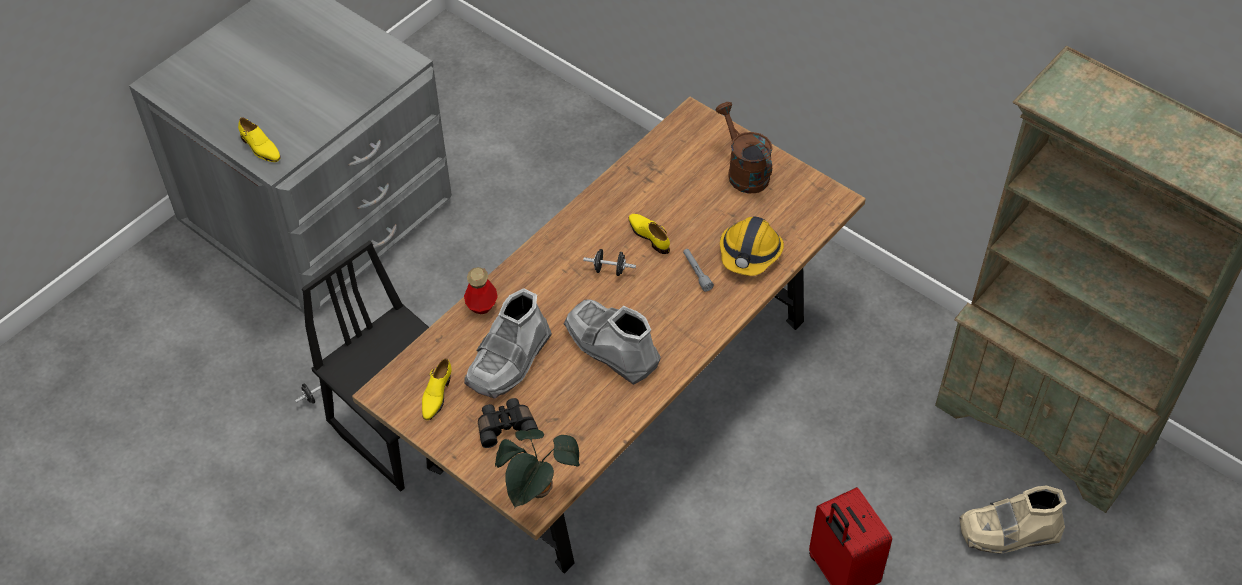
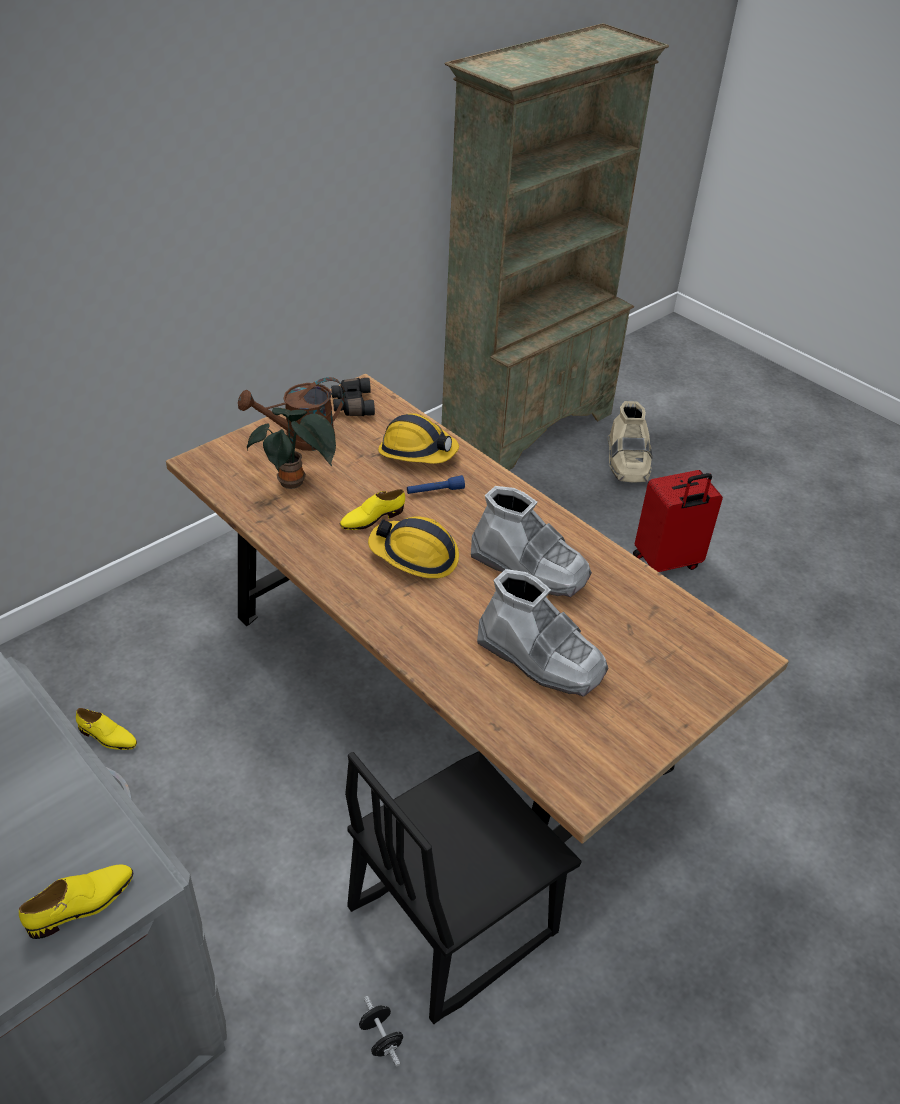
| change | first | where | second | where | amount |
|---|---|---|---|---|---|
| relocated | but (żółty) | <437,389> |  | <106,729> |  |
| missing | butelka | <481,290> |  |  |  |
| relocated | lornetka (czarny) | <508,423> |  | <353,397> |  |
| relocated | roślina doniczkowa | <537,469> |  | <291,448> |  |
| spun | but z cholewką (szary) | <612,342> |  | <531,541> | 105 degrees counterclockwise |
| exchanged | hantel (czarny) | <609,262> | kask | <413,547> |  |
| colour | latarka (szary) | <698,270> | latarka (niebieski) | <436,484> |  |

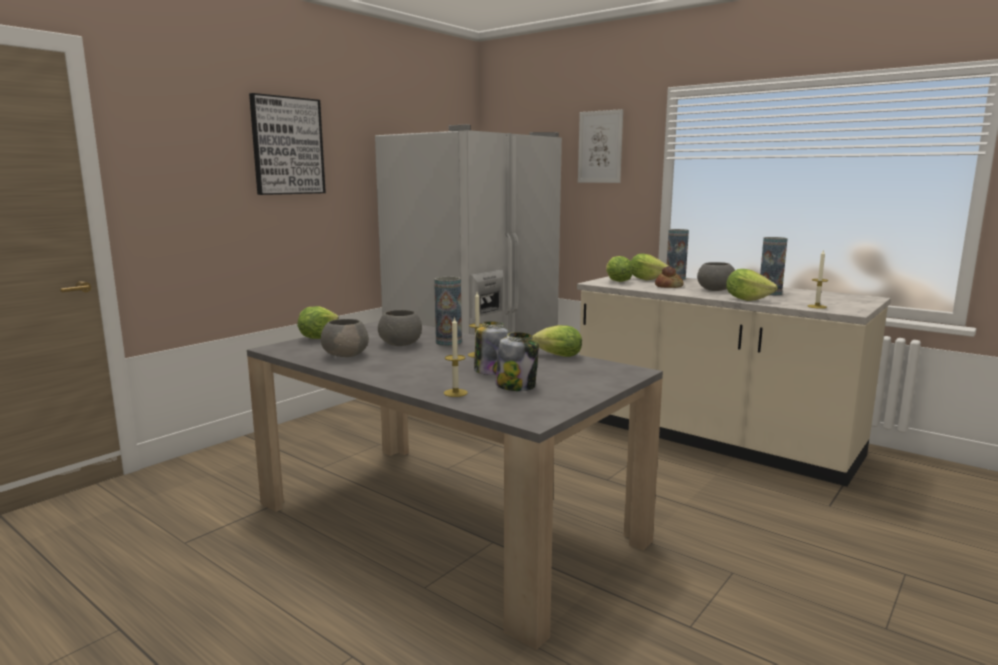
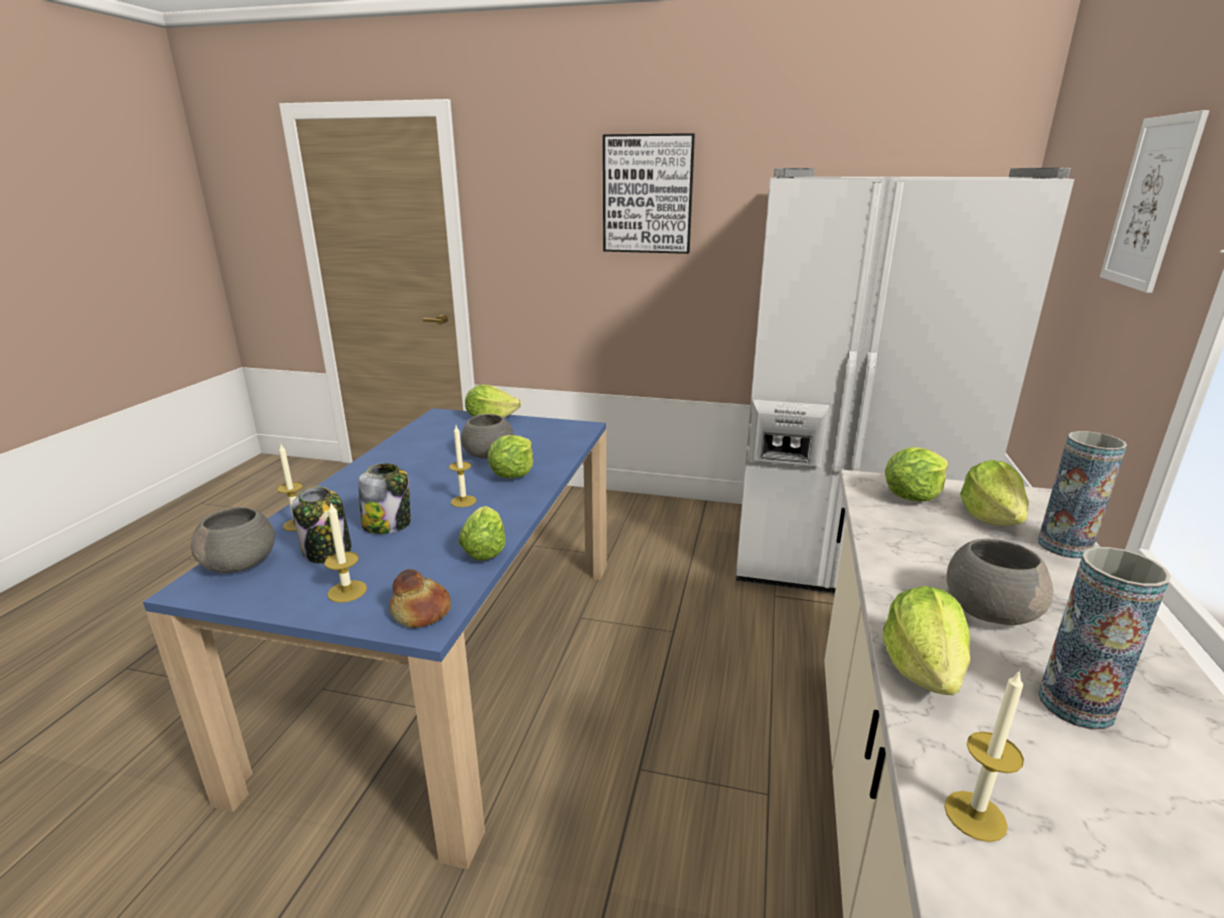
| change | first | where | second | where | amount |
|---|---|---|---|---|---|
| colour | stół jadalny (szary) | <455,485> | stół jadalny (niebieski) | <375,639> |  |
| relocated | miska (szary) | <345,338> |  | <233,540> |  |
| exchanged | wazon | <448,311> | sałata | <510,456> |  |
| relocated | chleb | <669,277> |  | <420,598> |  |
| appeared |  |  | świeca | <345,553> |  |

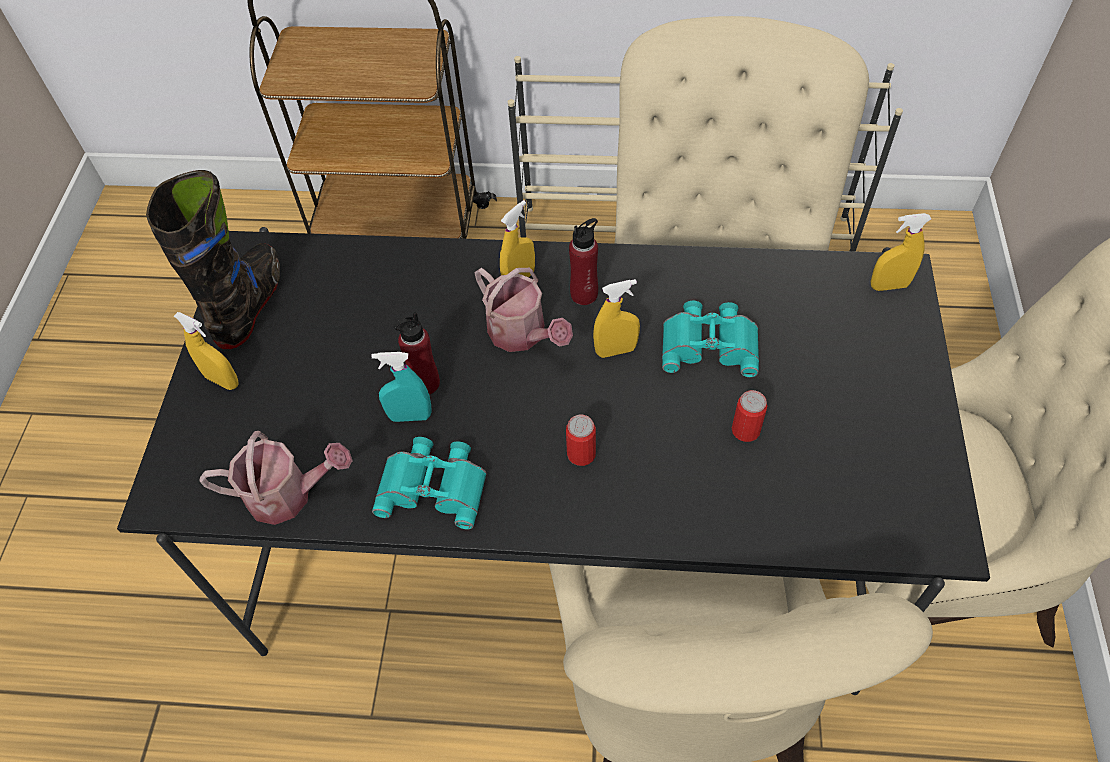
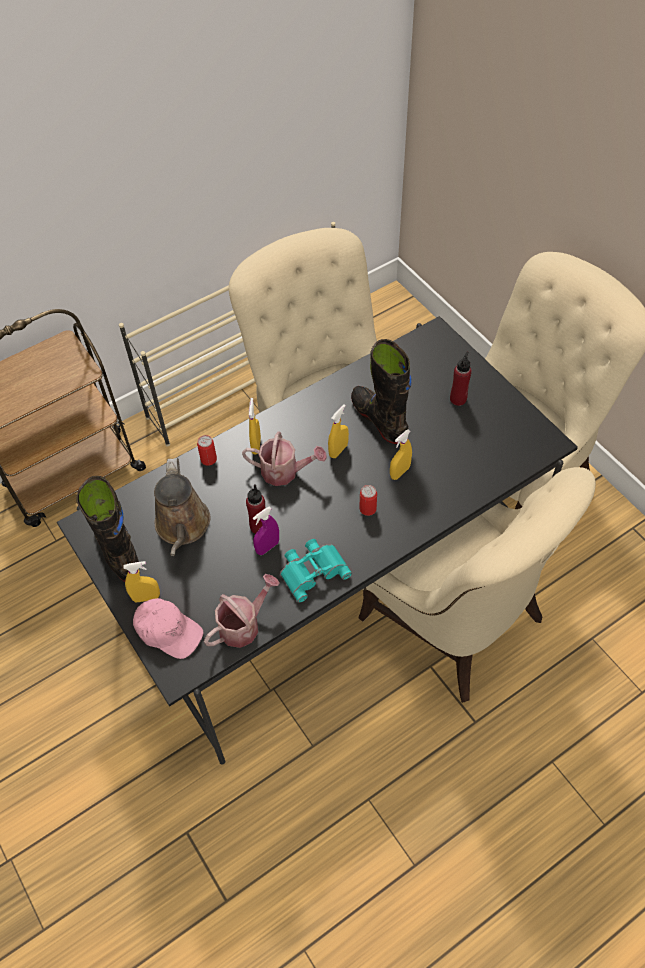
| change | first | where | second | where | amount |
|---|---|---|---|---|---|
| colour | spryskiwacz (turkusowy) | <401,387> | spryskiwacz (fioletowy) | <266,531> |  |
| relocated | butelka (czerwony) | <583,261> |  | <461,379> |  |
| exchanged | lornetka (turkusowy) | <710,339> | but z cholewką (czarny) | <381,391> |  |
| relocated | puszka | <749,416> |  | <207,450> |  |
| relocated | spryskiwacz (żółty) | <901,252> |  | <401,455> |  |
| appeared |  |  | czapka z daszkiem (różowy) | <168,628> |  |
| appeared |  |  | konewka (brązowy) | <182,507> |  |

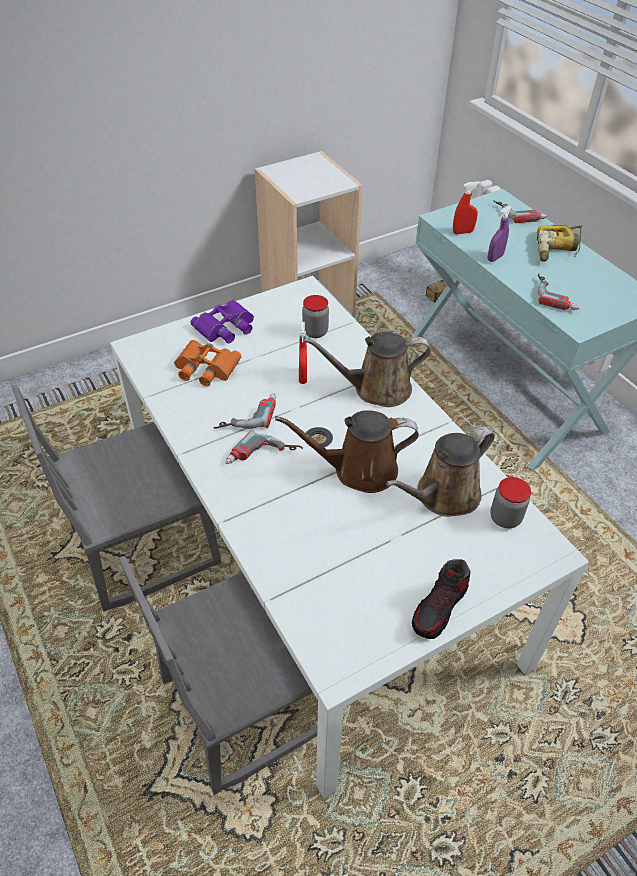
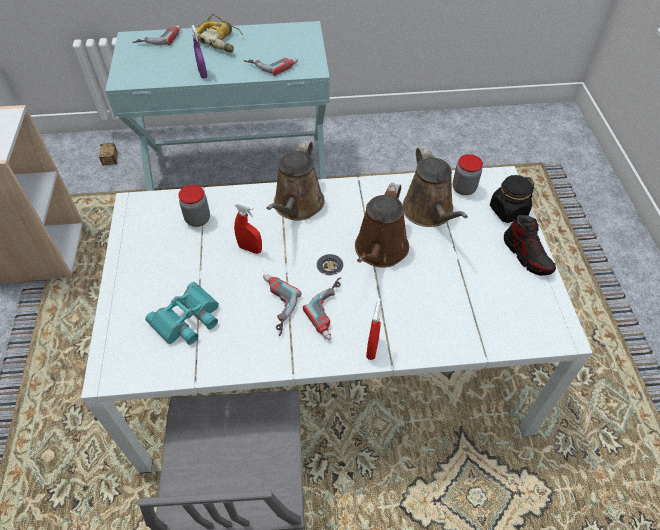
| change | first | where | second | where | amount |
|---|---|---|---|---|---|
| missing | krzesło (szary) | <218,675> |  |  |  |
| colour | lornetka (pomarańczowy) | <208,363> | lornetka (turkusowy) | <182,313> |  |
| missing | lornetka (fioletowy) | <222,321> |  |  |  |
| relocated | spryskiwacz (czerwony) | <467,207> |  | <373,329> |  |
| appeared |  |  | słoik (czarny) | <512,199> |  |

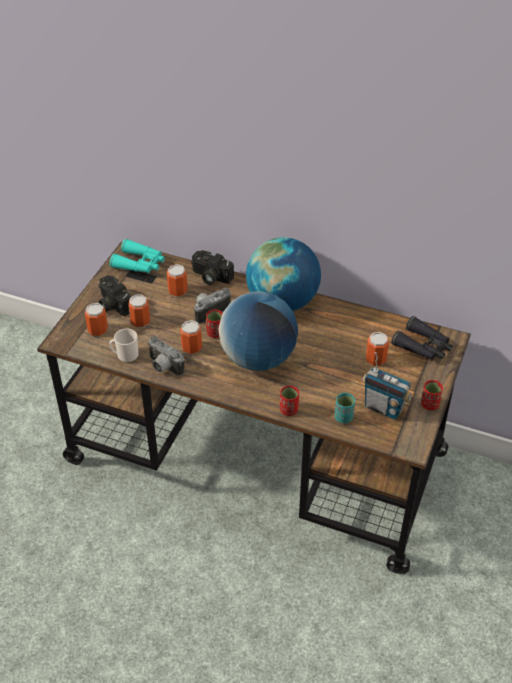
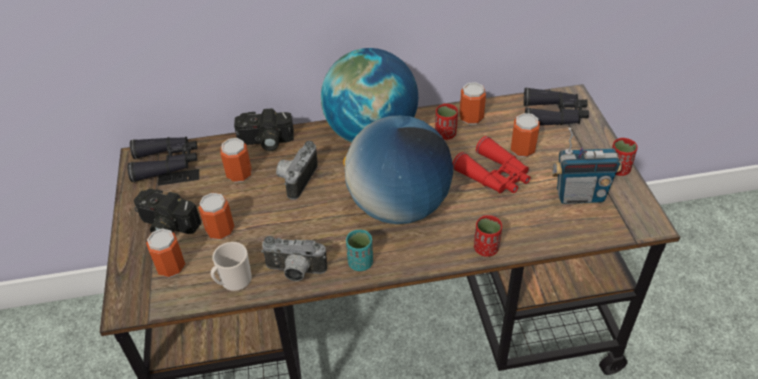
| change | first | where | second | where | amount |
|---|---|---|---|---|---|
| colour | lornetka (turkusowy) | <137,256> | lornetka (czarny) | <162,159> |  |
| relocated | puszka | <191,337> |  | <472,103> |  |
| relocated | filiżanka (czerwony) | <214,323> |  | <446,122> |  |
| relocated | filiżanka (turkusowy) | <345,408> |  | <359,250> |  |
| appeared |  |  | lornetka (czerwony) | <492,164> |  |

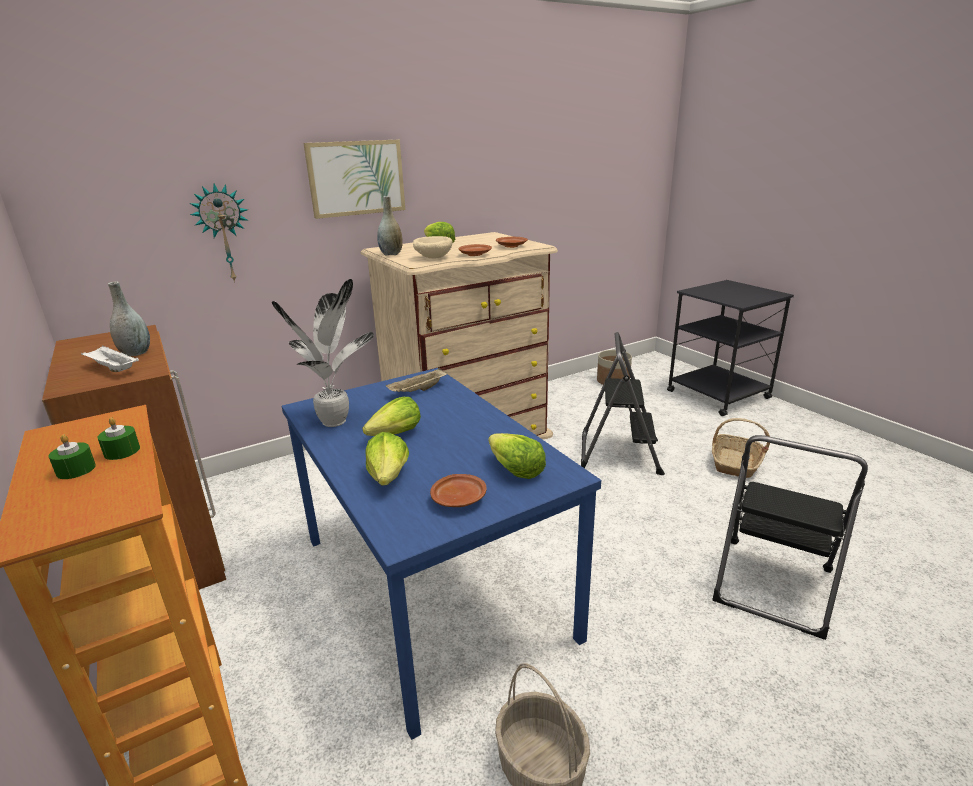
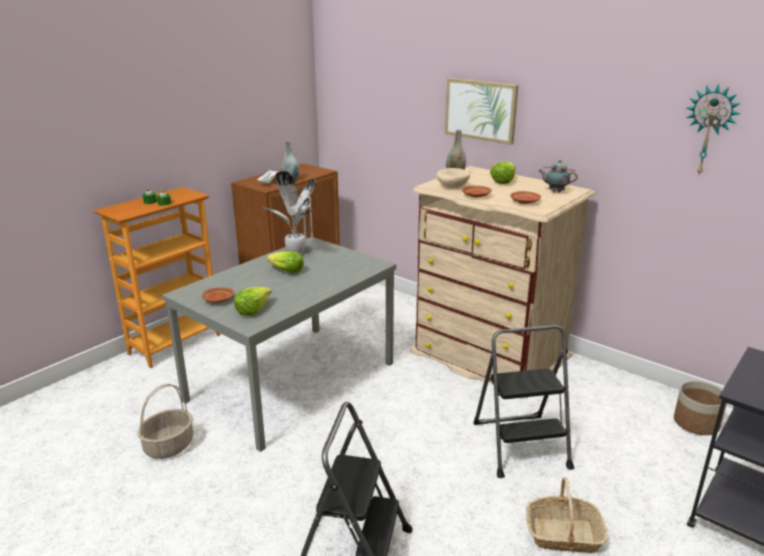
| change | first | where | second | where | amount |
|---|---|---|---|---|---|
| relocated | zegar ścienny | <218,233> |  | <713,129> |  |
| colour | stół jadalny (niebieski) | <441,554> | stół jadalny (szary) | <279,344> |  |
| missing | sałata | <387,458> |  |  |  |
| missing | taca (beżowy) | <416,380> |  |  |  |
| appeared |  |  | imbryk | <558,176> |  |

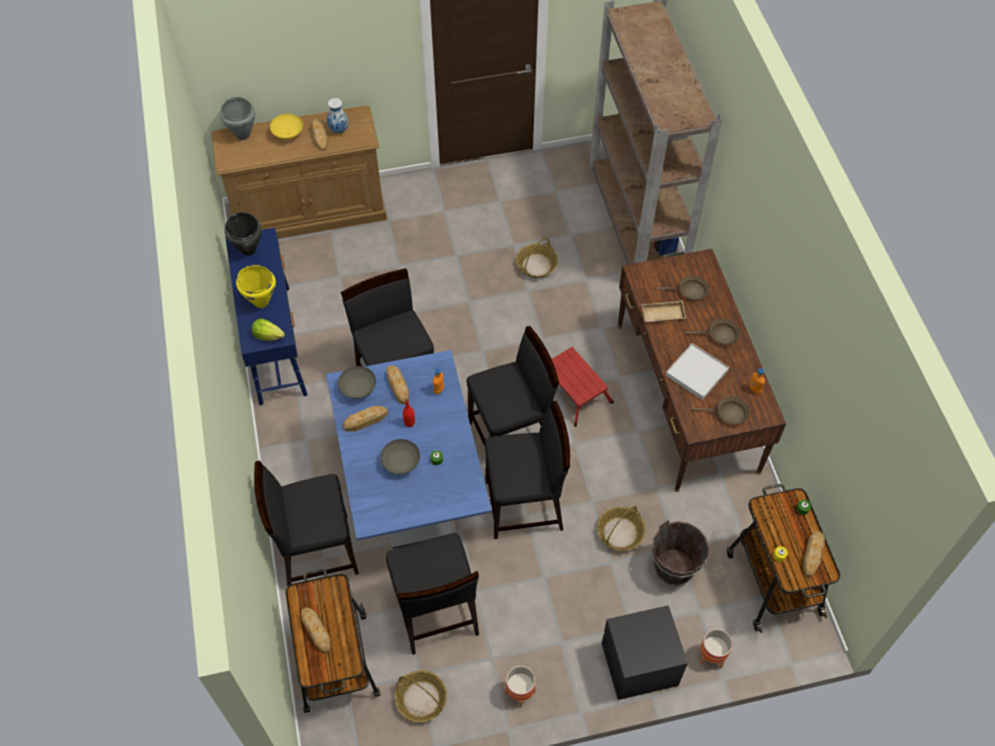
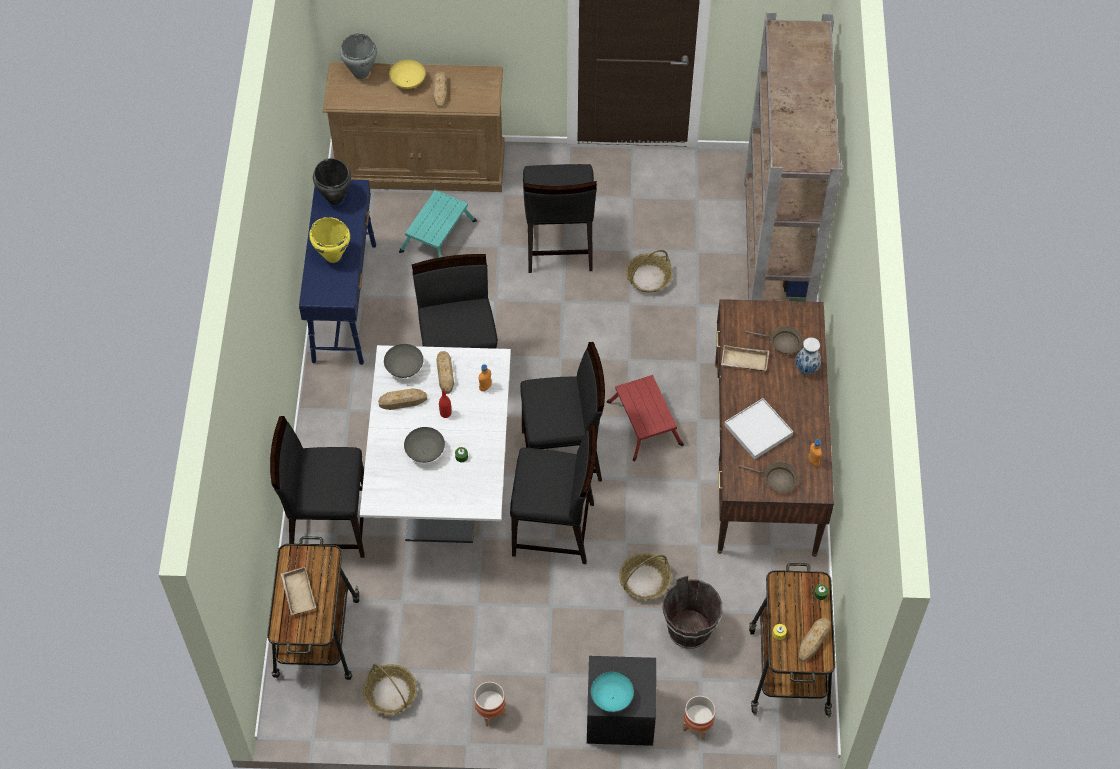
| change | first | where | second | where | amount |
|---|---|---|---|---|---|
| missing | sałata | <268,329> |  |  |  |
| exchanged | chleb | <316,630> | taca (beżowy) | <298,591> |  |
| colour | stół jadalny (niebieski) | <409,449> | stół jadalny (biały) | <435,444> |  |
| relocated | wazon | <338,115> |  | <808,356> |  |
| relocated | krzesło (czarny) | <432,594> |  | <560,218> |  |
| missing | patelnia (brązowy) | <712,332> |  |  |  |
| appeared |  |  | drabinka (turkusowy) | <438,224> |  |
| appeared |  |  | miska (turkusowy) | <612,692> |  |

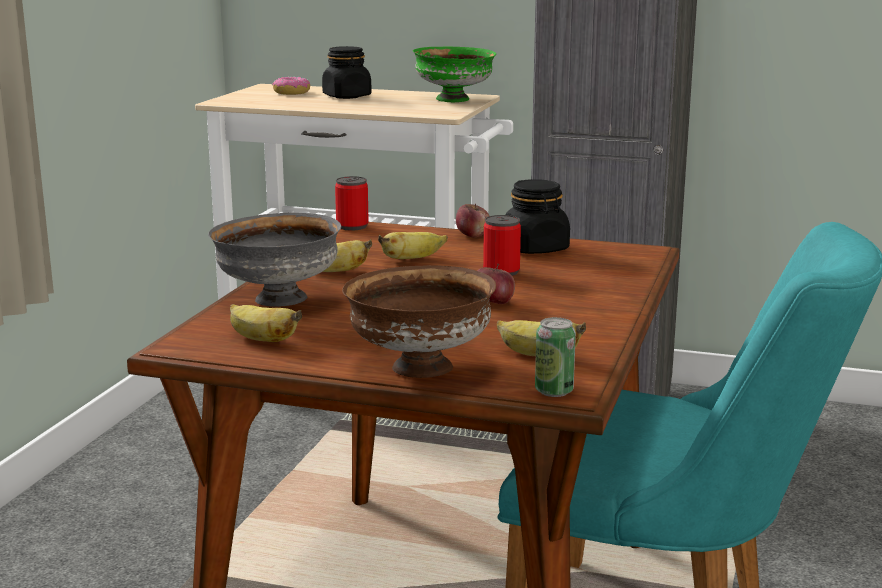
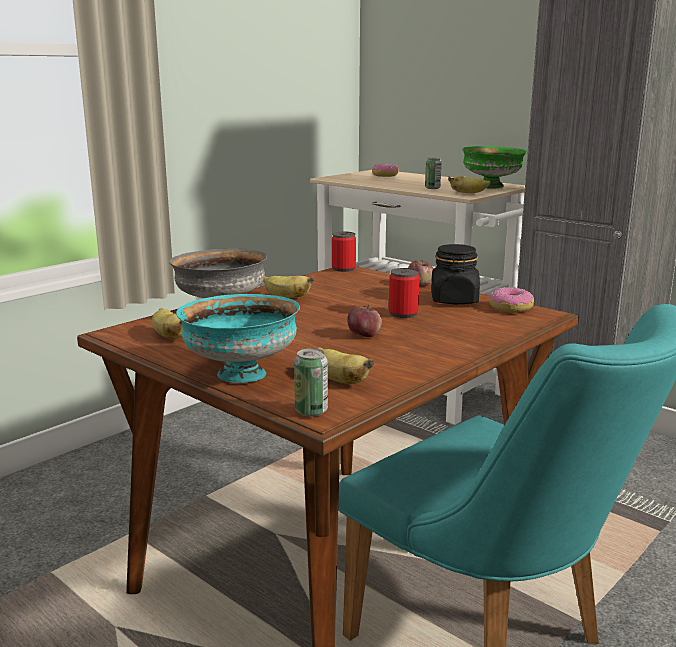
| change | first | where | second | where | amount |
|---|---|---|---|---|---|
| missing | słoik (czarny) | <347,72> |  |  |  |
| colour | miska (brązowy) | <419,321> | miska (turkusowy) | <238,338> |  |
| relocated | banan | <413,245> |  | <469,184> |  |
| appeared |  |  | puszka | <433,173> |  |
| appeared |  |  | donut | <511,300> |  |

